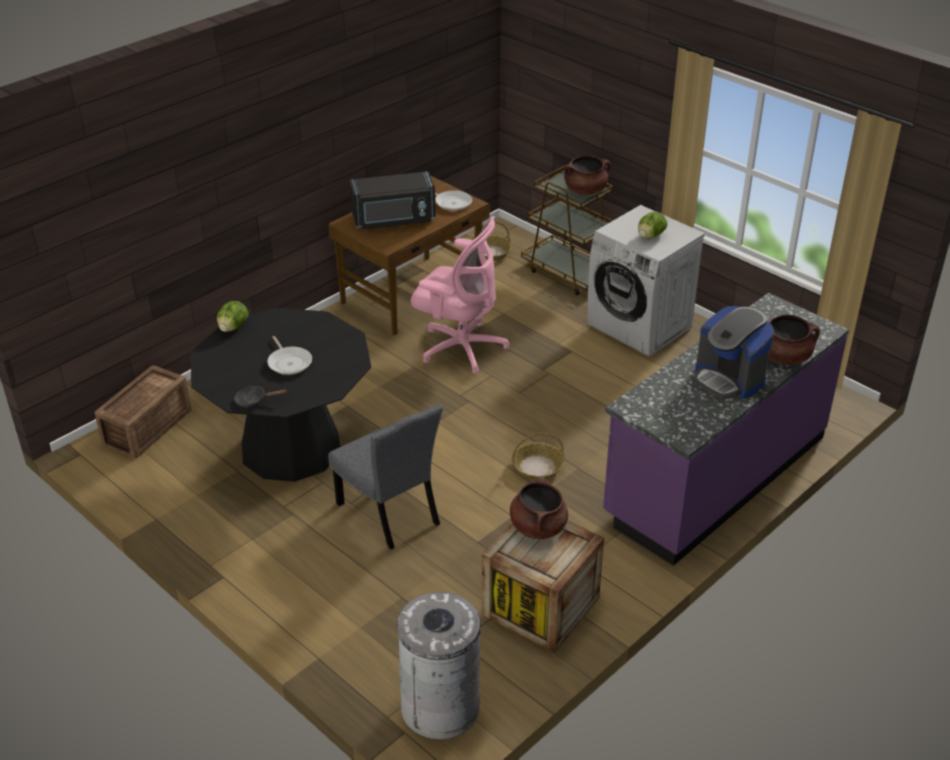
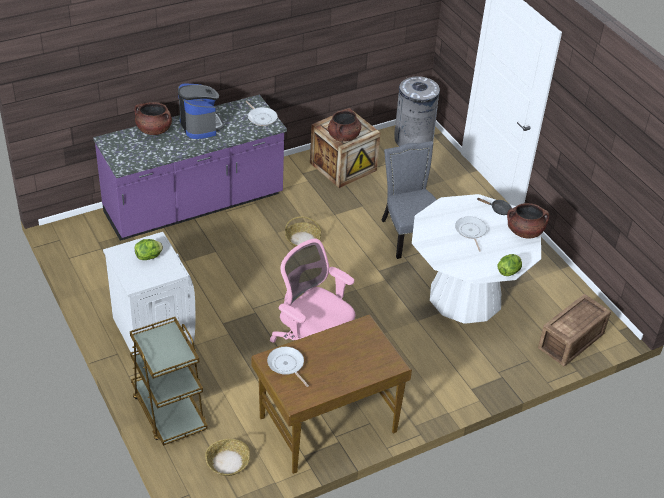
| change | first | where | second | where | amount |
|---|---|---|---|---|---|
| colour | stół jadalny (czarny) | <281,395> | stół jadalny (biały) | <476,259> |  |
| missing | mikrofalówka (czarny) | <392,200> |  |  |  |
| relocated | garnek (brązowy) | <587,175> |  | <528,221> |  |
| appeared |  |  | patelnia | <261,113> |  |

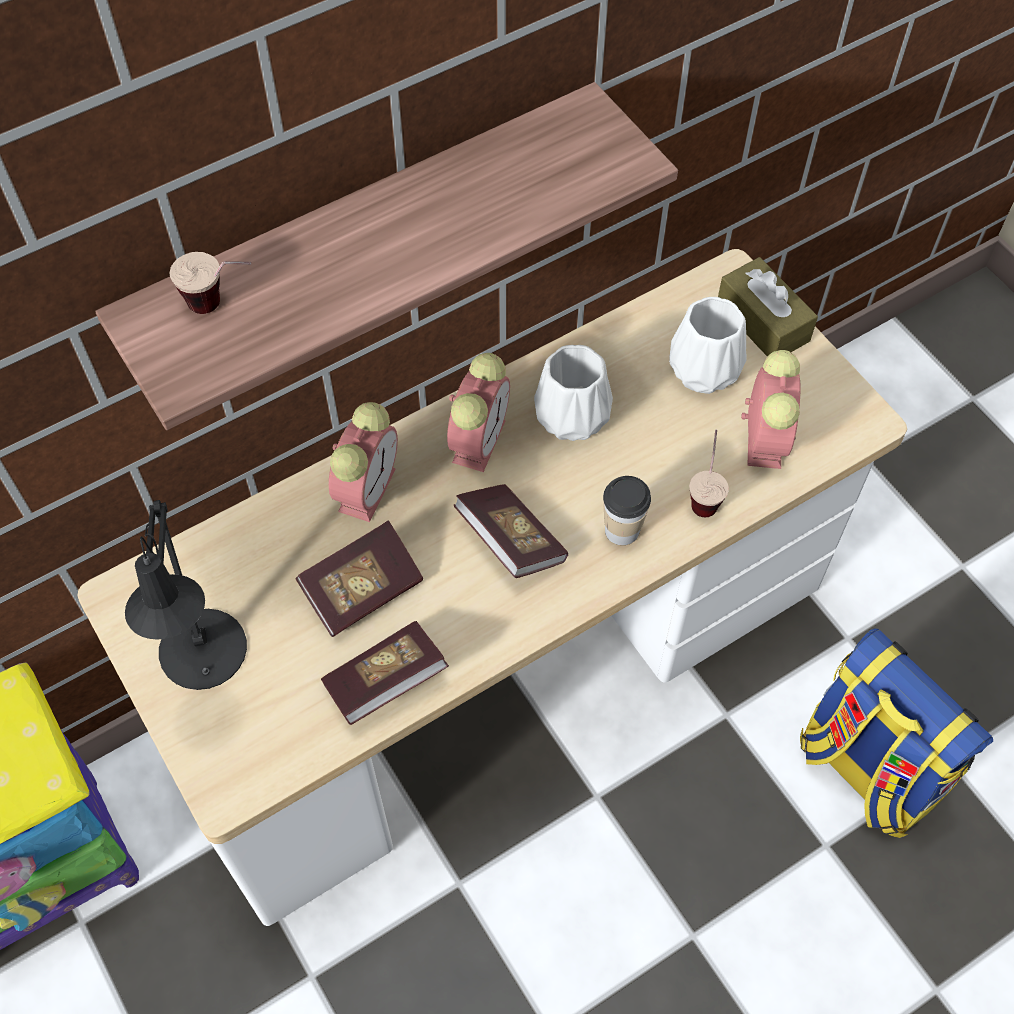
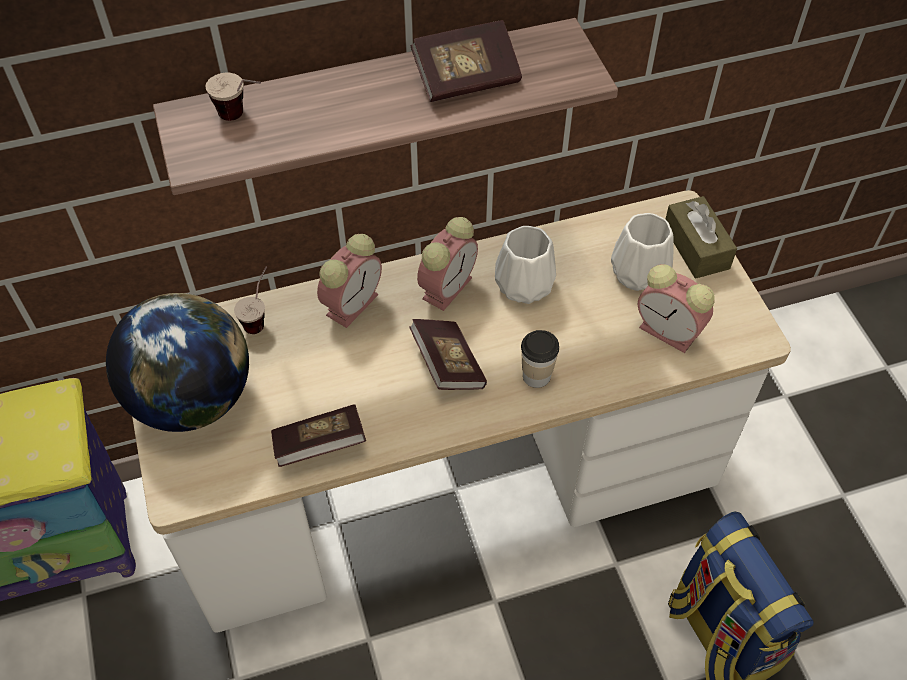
| change | first | where | second | where | amount |
|---|---|---|---|---|---|
| exchanged | lampa stołowa (czarny) | <186,595> | globus | <177,362> |  |
| relocated | książka | <359,578> |  | <466,61> |  |
| relocated | filiżanka | <709,473> |  | <250,300> |  |
| spun | budzik | <770,409> |  | <676,308> | 105 degrees clockwise |

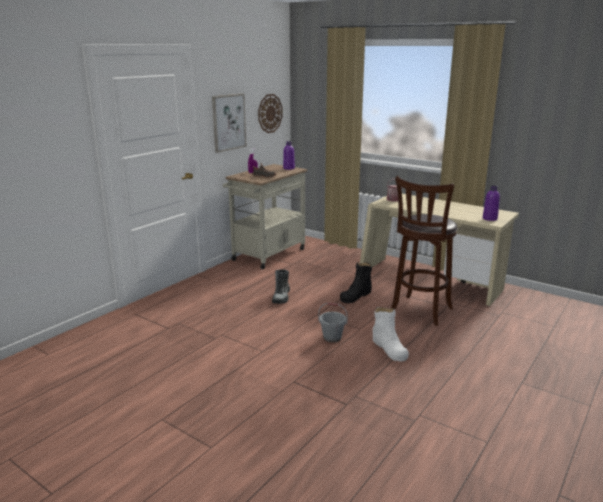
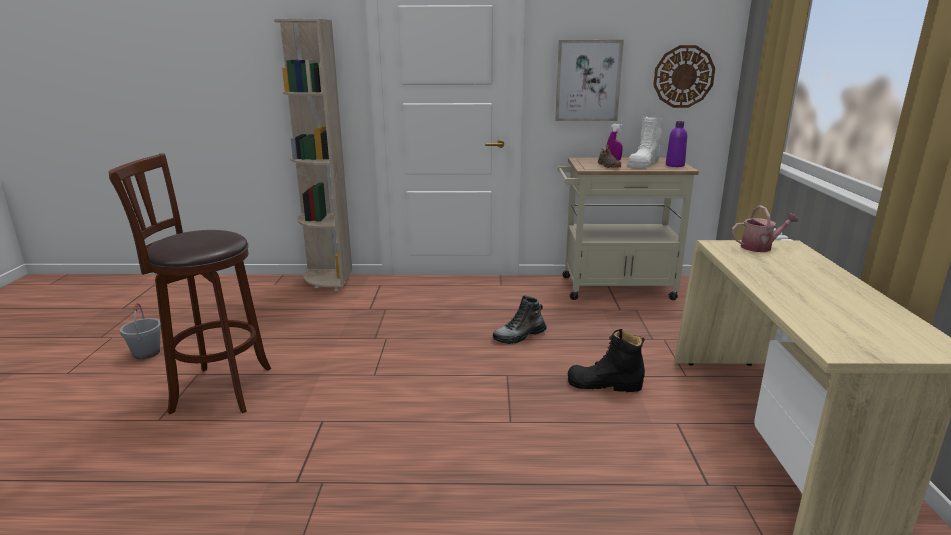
| change | first | where | second | where | amount |
|---|---|---|---|---|---|
| relocated | wiadro (szary) | <333,322> |  | <140,331> |  |
| relocated | but z cholewką (biały) | <391,334> |  | <646,141> |  |
| relocated | stołek (brązowy) | <424,251> |  | <189,283> |  |
| missing | butelka (fioletowy) | <491,203> |  |  |  |
| appeared |  |  | regał (beżowy) | <313,155> |  |

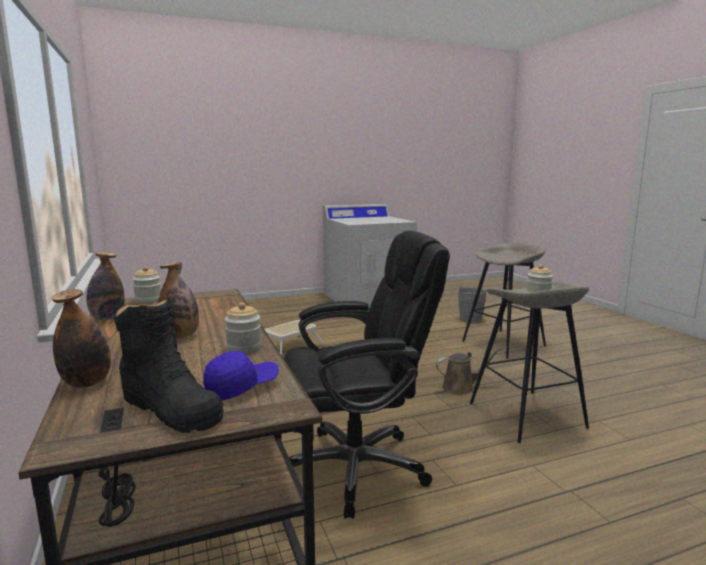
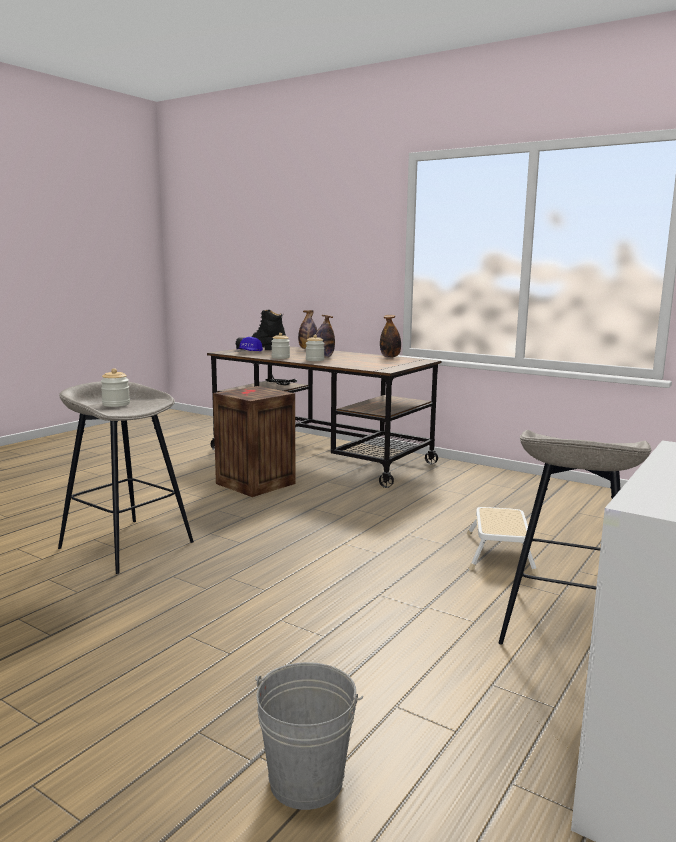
| change | first | where | second | where | amount |
|---|---|---|---|---|---|
| relocated | słoik | <147,284> |  | <315,348> |  |
| exchanged | krzesło biurowe (czarny) | <367,374> | skrzynka | <254,441> |  |
| missing | konewka (brązowy) | <469,371> |  |  |  |
| relocated | stołek (szary) | <504,300> |  | <575,537> |  |

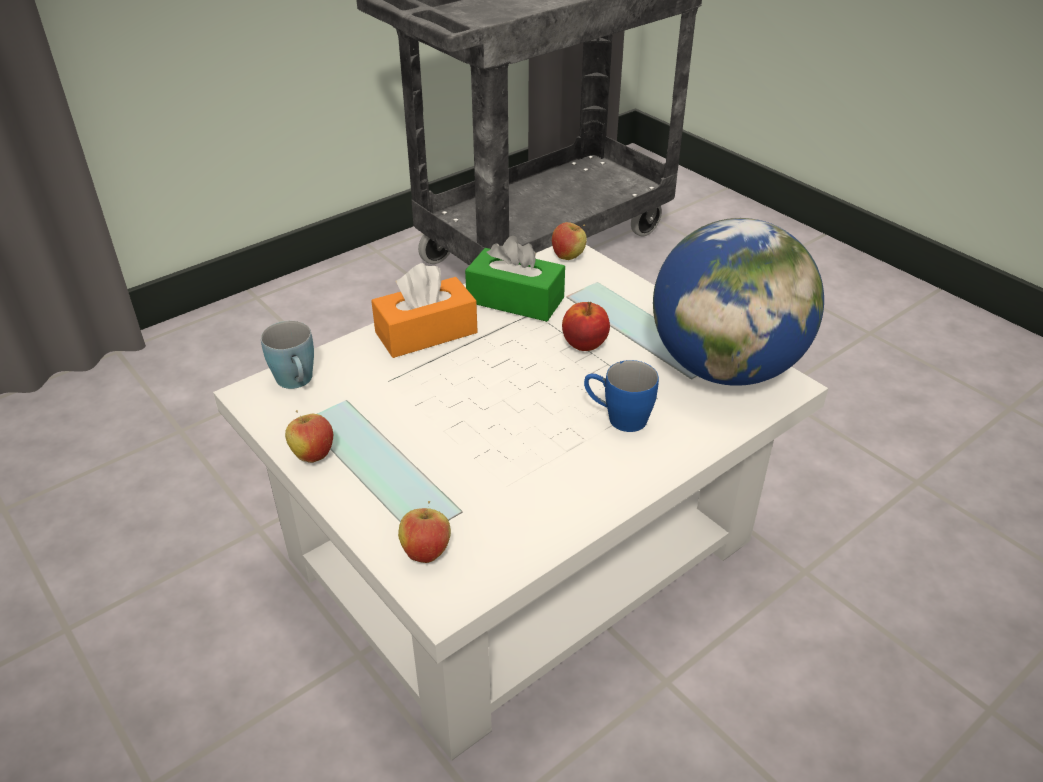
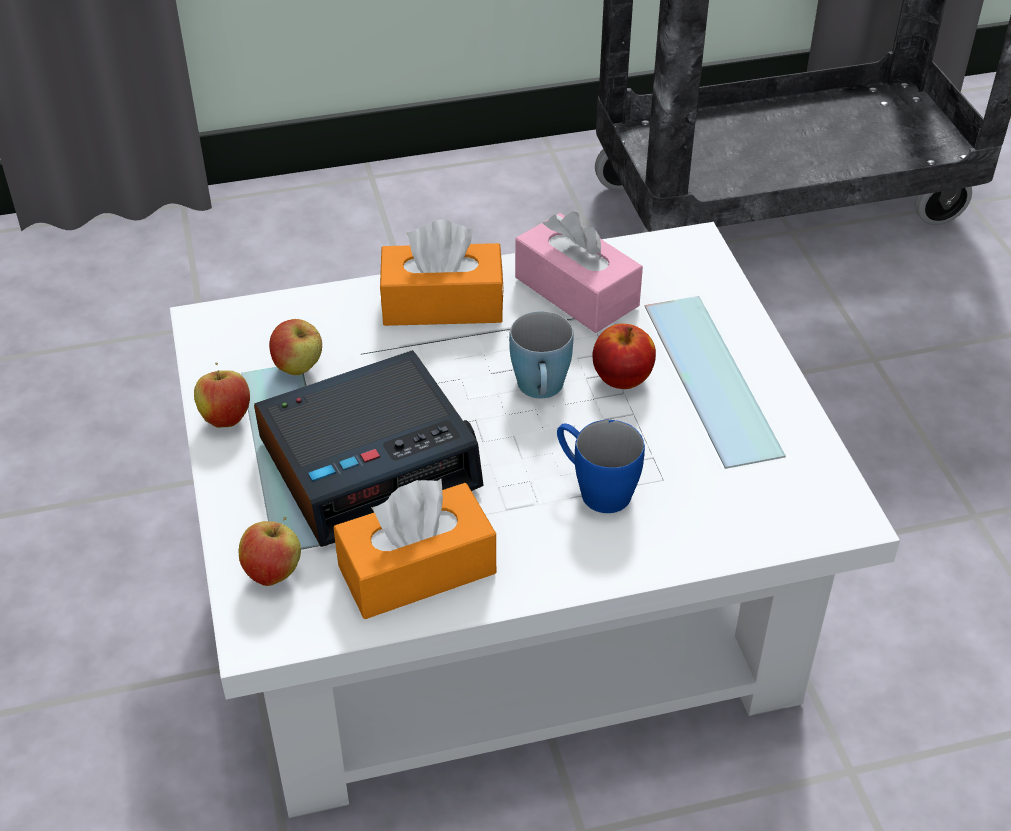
| change | first | where | second | where | amount |
|---|---|---|---|---|---|
| relocated | kubek (niebieski) | <287,355> |  | <541,354> |  |
| colour | pudełko chusteczek (zielony) | <515,279> | pudełko chusteczek (różowy) | <579,272> |  |
| relocated | jabłko | <569,241> |  | <295,347> |  |
| missing | globus | <738,302> |  |  |  |
| appeared |  |  | budzik | <369,448> |  |
| appeared |  |  | pudełko chusteczek (pomarańczowy) | <415,549> |  |

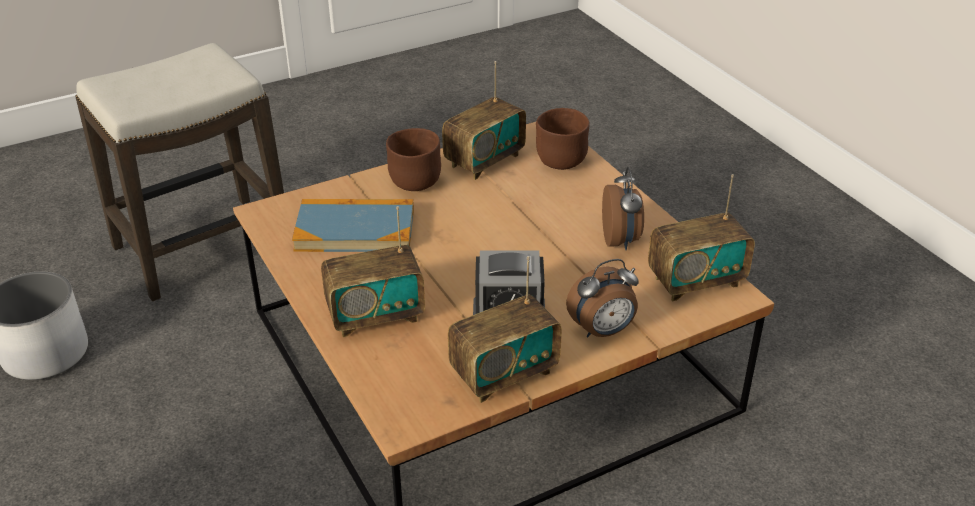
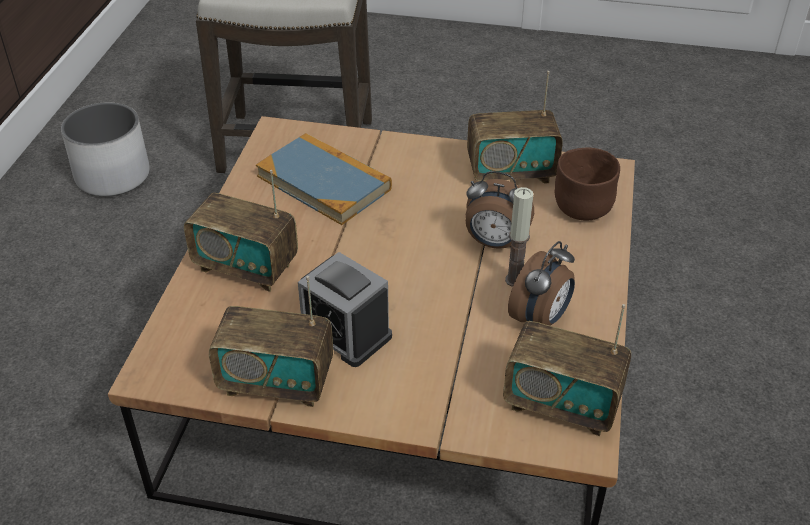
| change | first | where | second | where | amount |
|---|---|---|---|---|---|
| missing | miska (brązowy) | <413,159> |  |  |  |
| relocated | budzik | <602,298> |  | <500,210> |  |
| appeared |  |  | świeca | <519,237> |  |

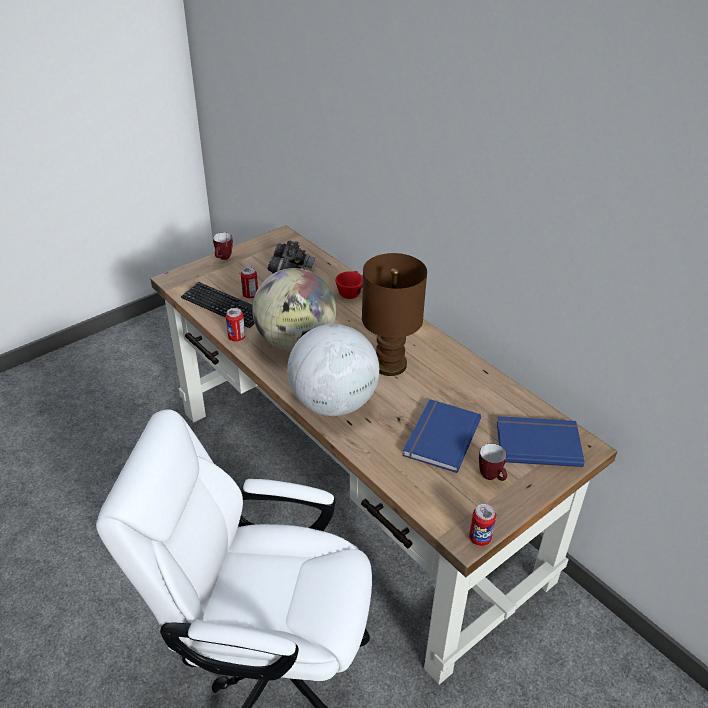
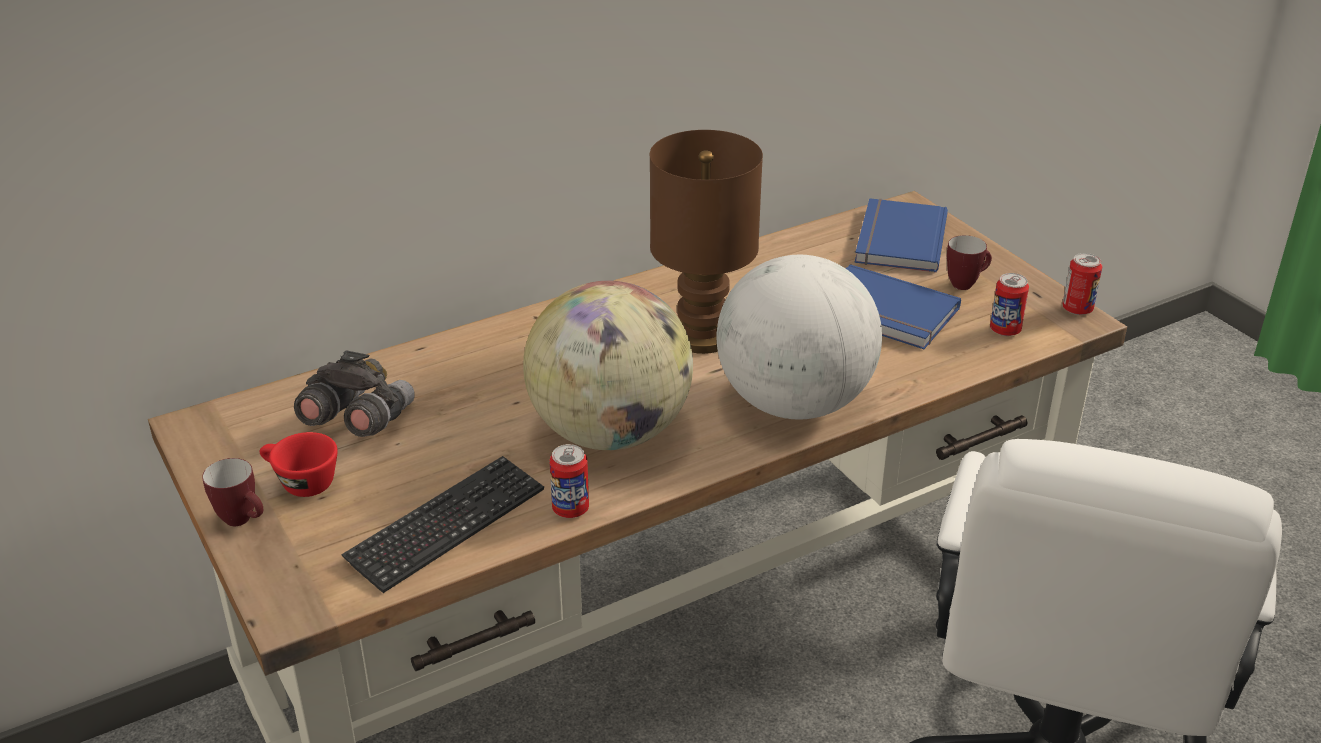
| change | first | where | second | where | amount |
|---|---|---|---|---|---|
| relocated | puszka | <249,283> |  | <1009,304> |  |
| relocated | filiżanka (czerwony) | <349,285> |  | <299,464> |  |

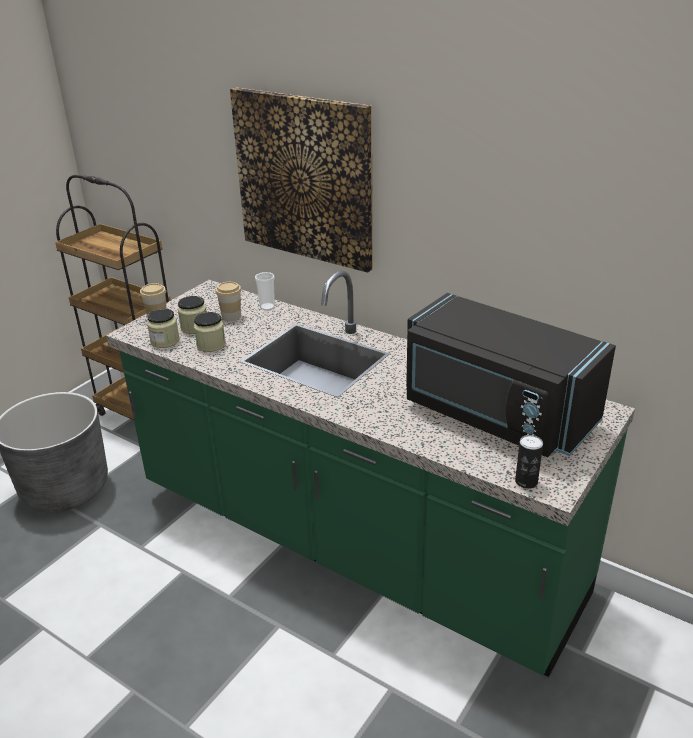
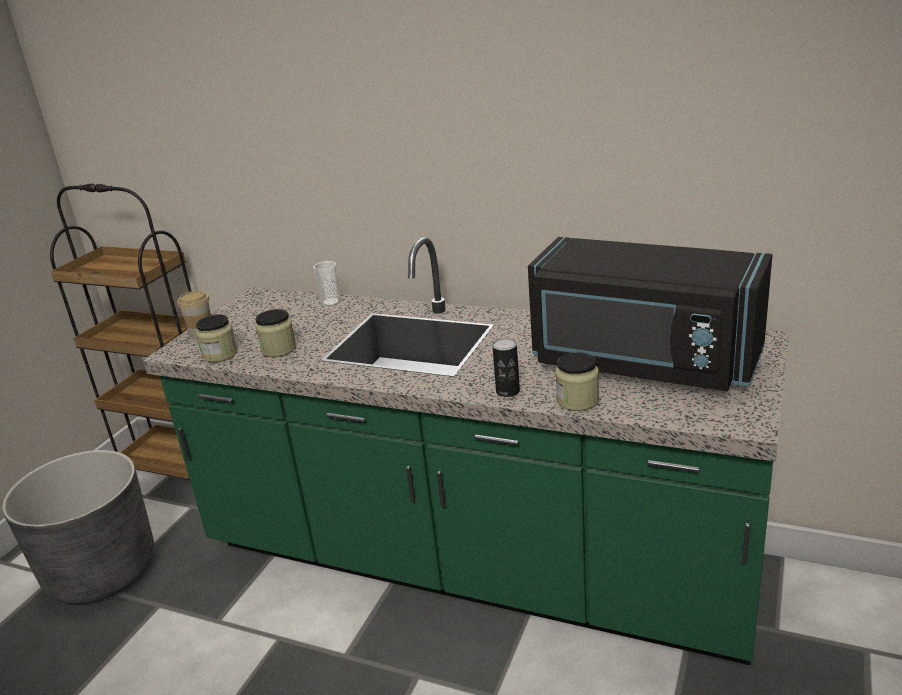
| change | first | where | second | where | amount |
|---|---|---|---|---|---|
| relocated | słoik | <192,315> |  | <577,381> |  |
| missing | filiżanka | <228,301> |  |  |  |
| missing | obraz | <301,180> |  |  |  |
| relocated | puszka | <529,462> |  | <506,367> |  |

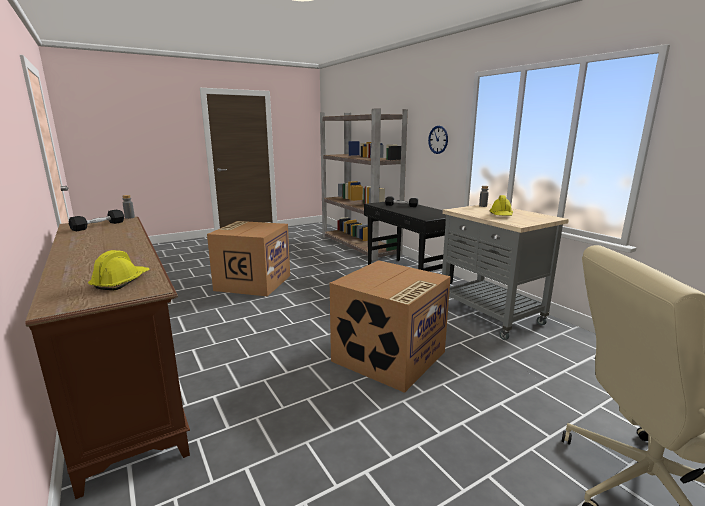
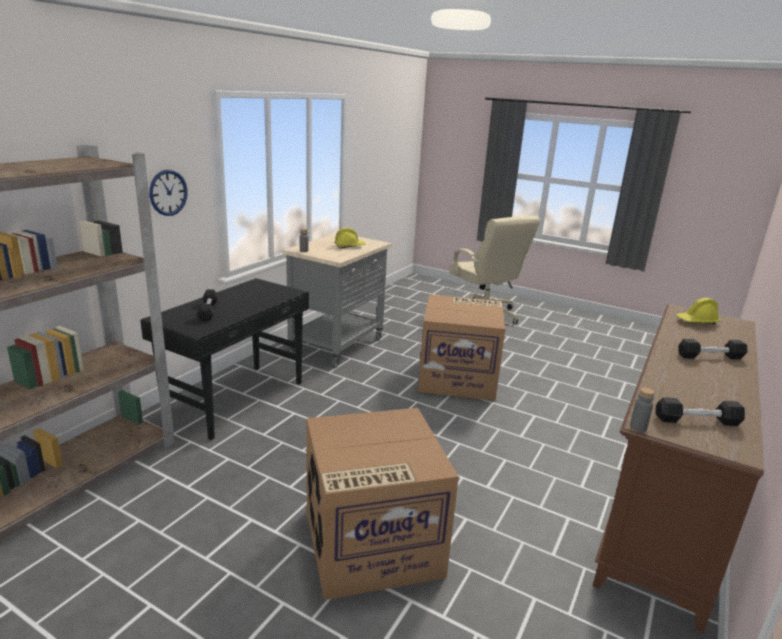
| change | first | where | second | where | amount |
|---|---|---|---|---|---|
| appeared |  |  | hantel (czarny) | <712,349> |  |

